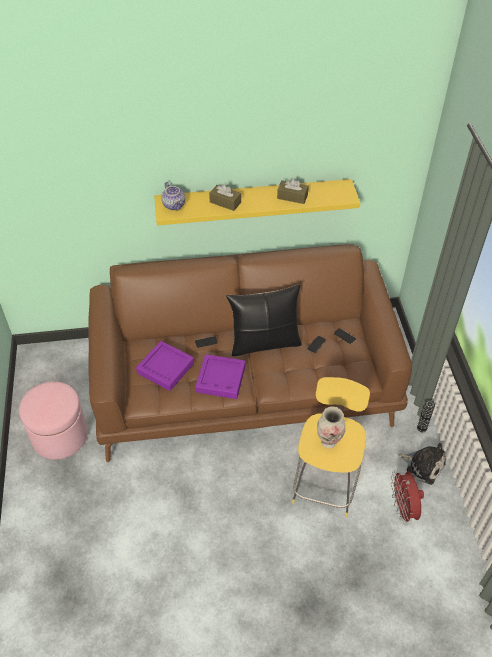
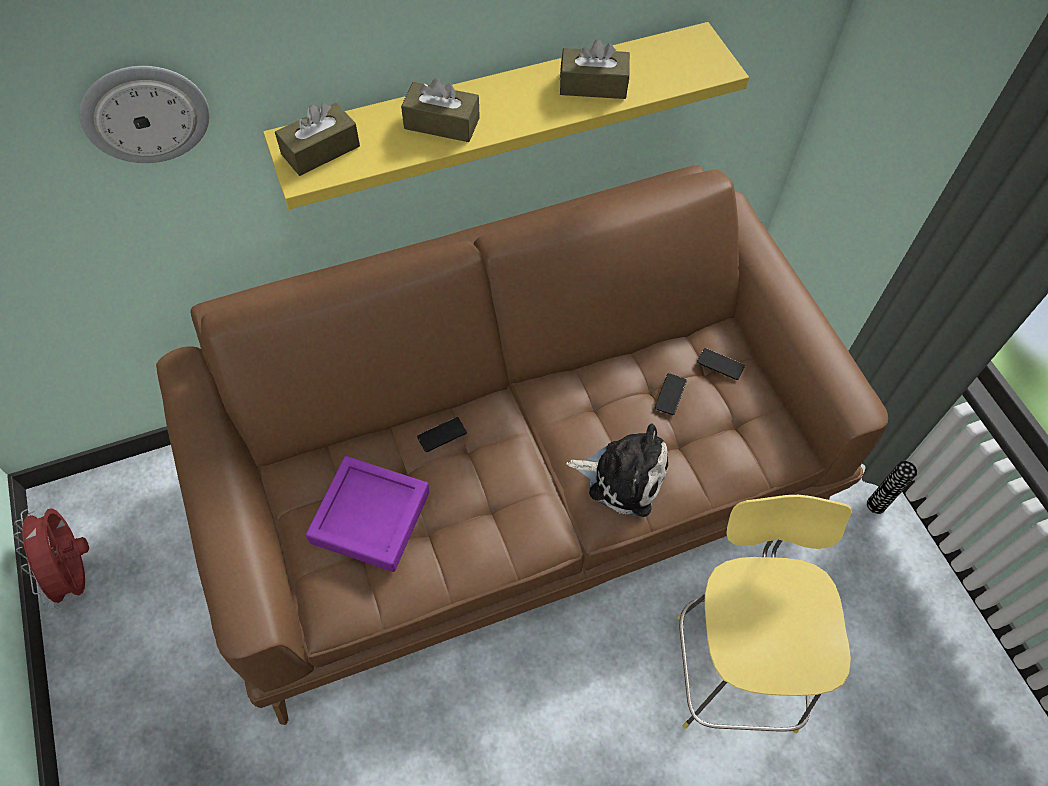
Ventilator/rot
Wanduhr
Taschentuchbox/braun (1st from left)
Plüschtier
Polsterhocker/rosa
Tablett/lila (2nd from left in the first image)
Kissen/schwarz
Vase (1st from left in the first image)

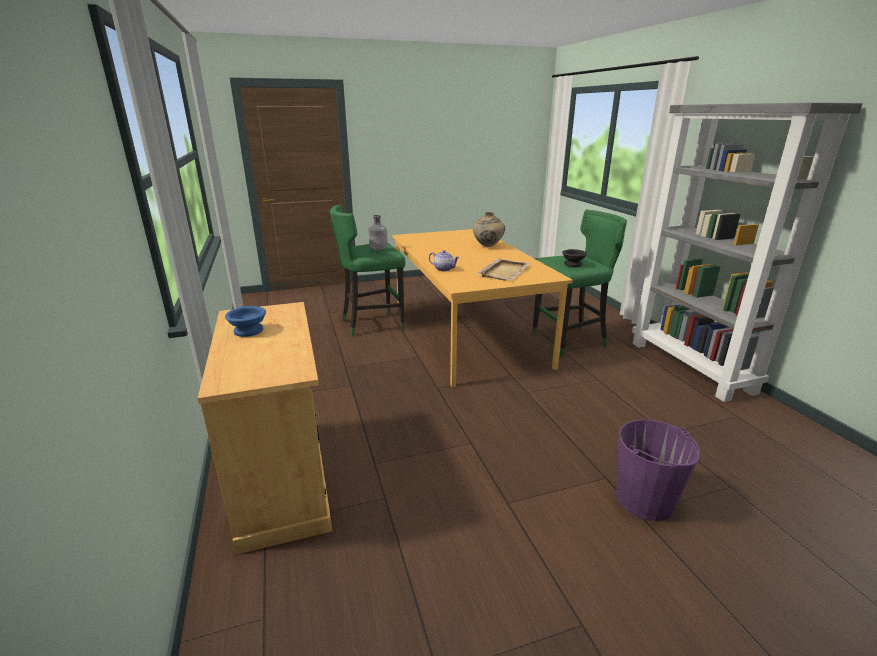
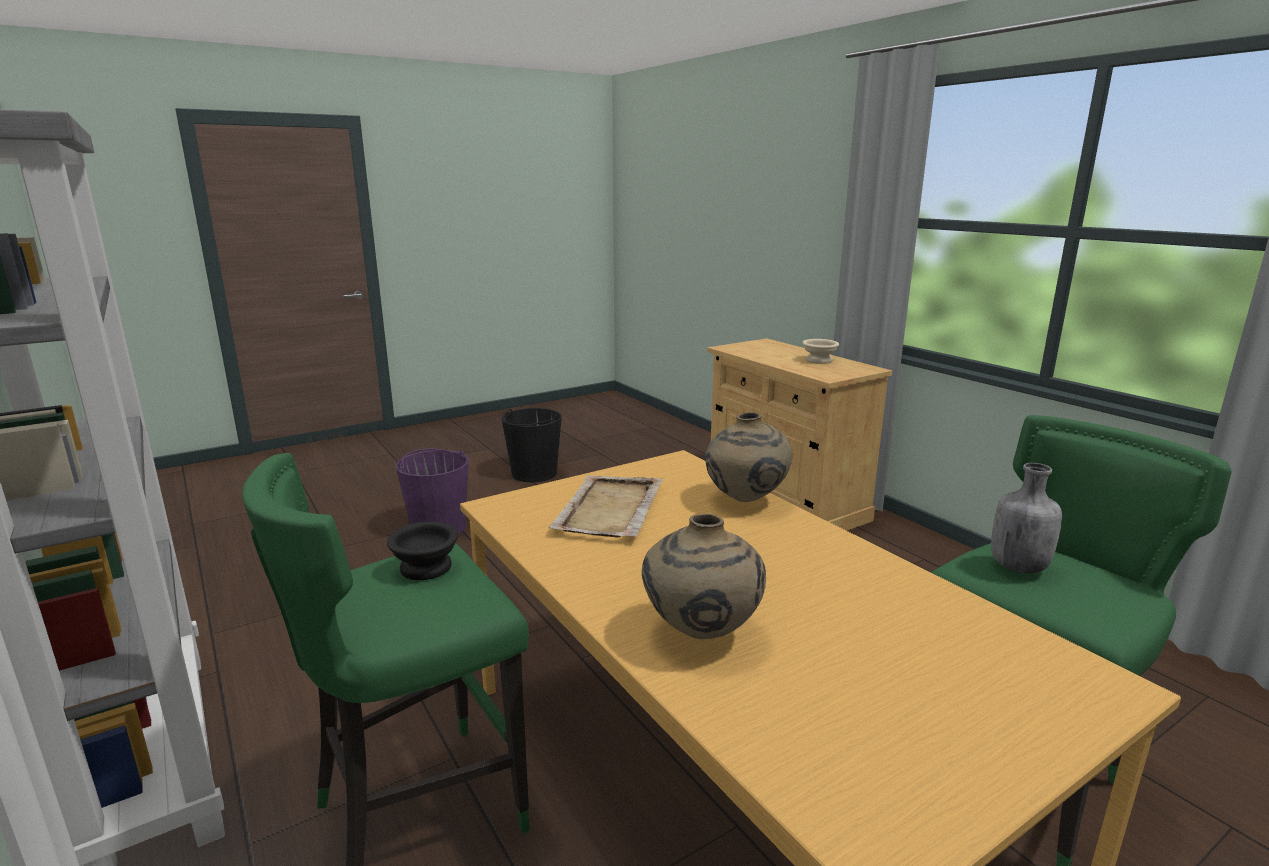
Eimer/schwarz
Vase/beige (2nd from left)
Schüssel/beige

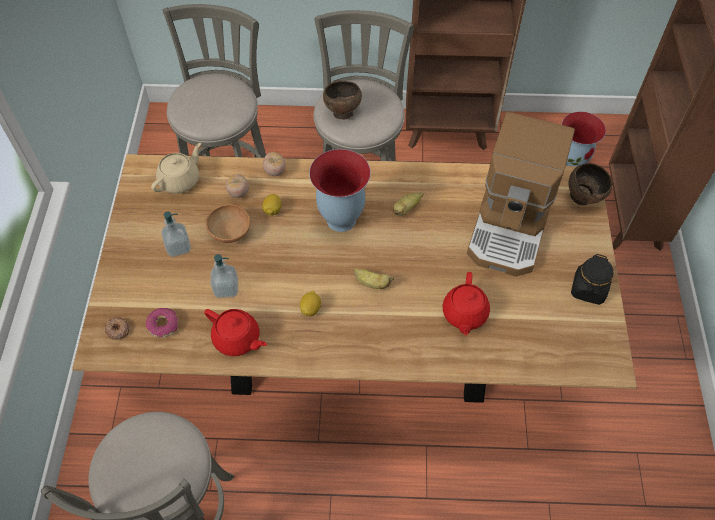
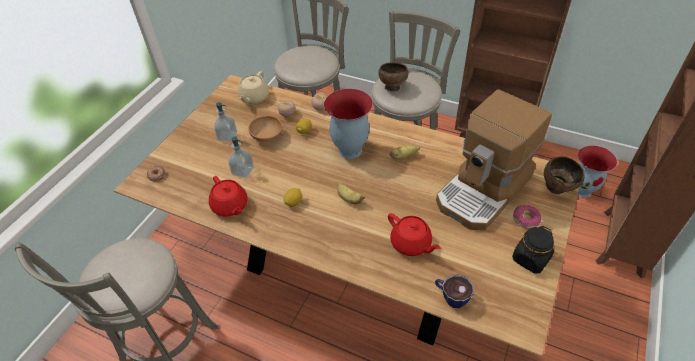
Teekanne/beige
Teekanne/rot (2nd from left)
Tasse
Donut (2nd from left)

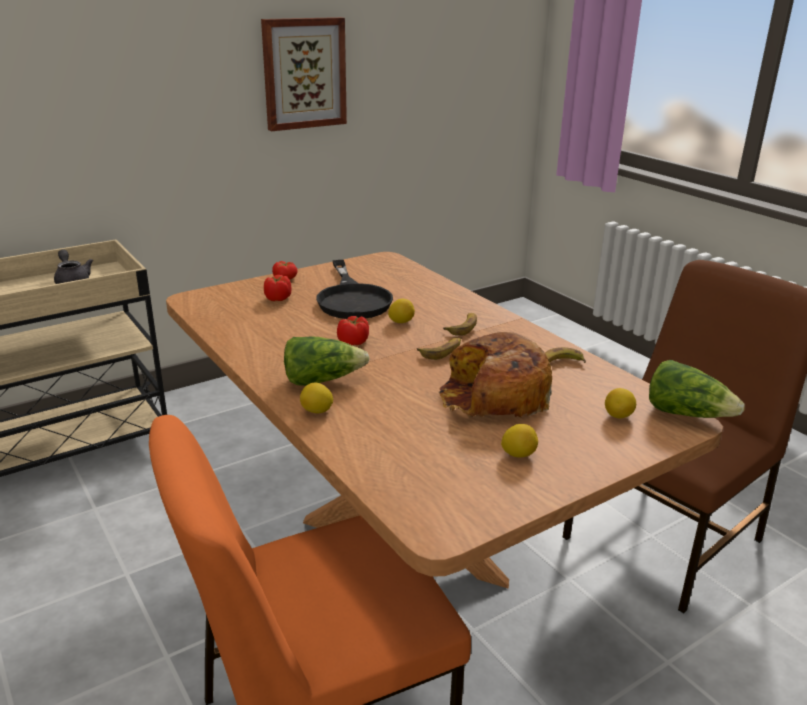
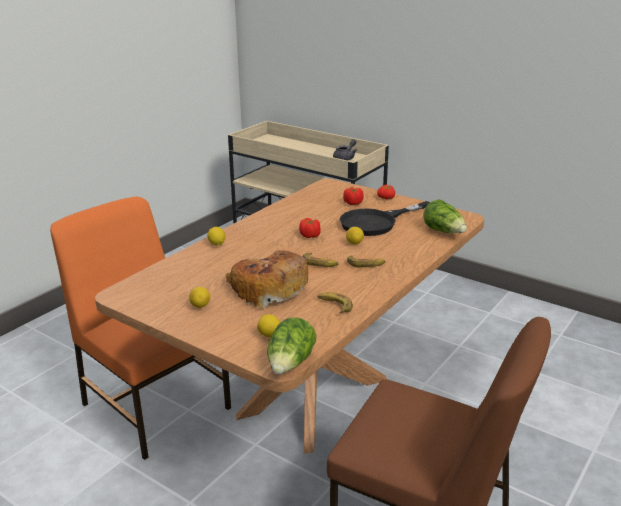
Salatkopf (2nd from left)
Bild

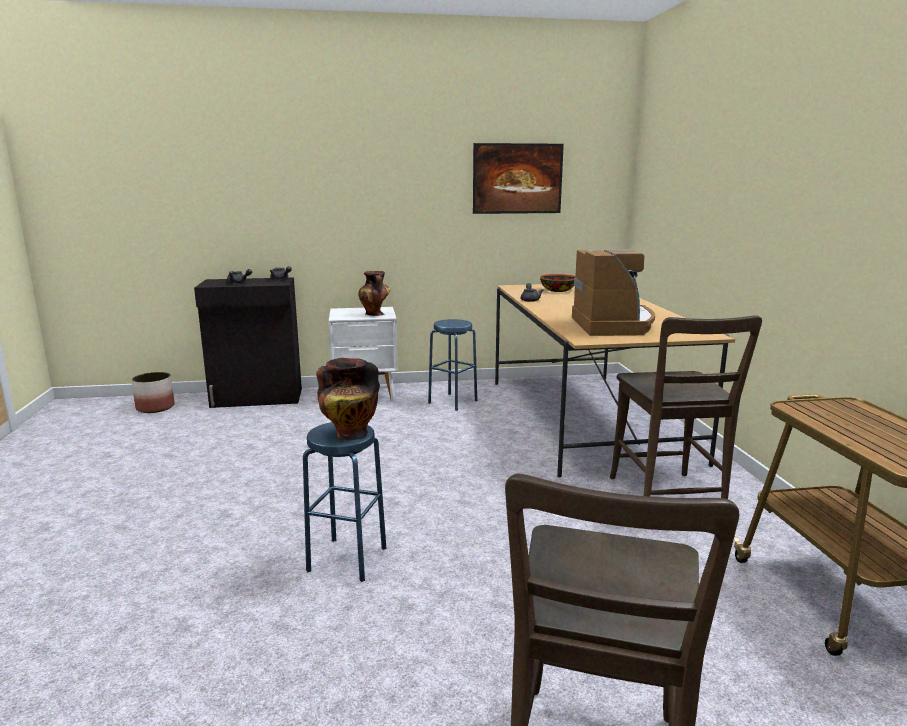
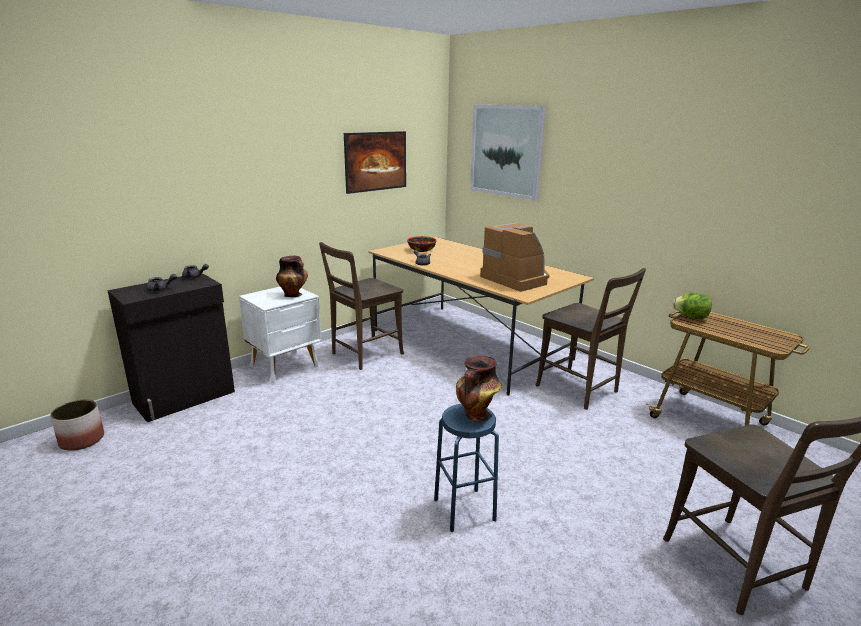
Stuhl/braun (1st from left)
Bild (2nd from left)
Salatkopf

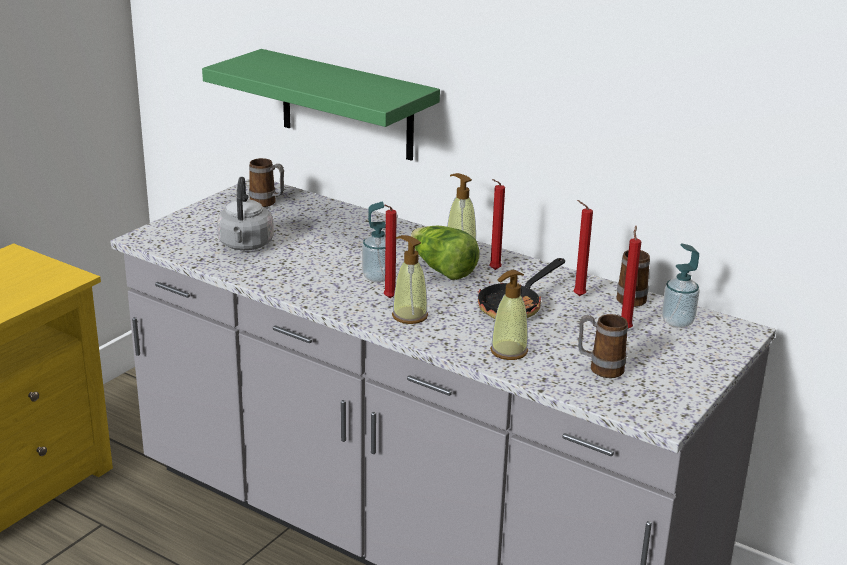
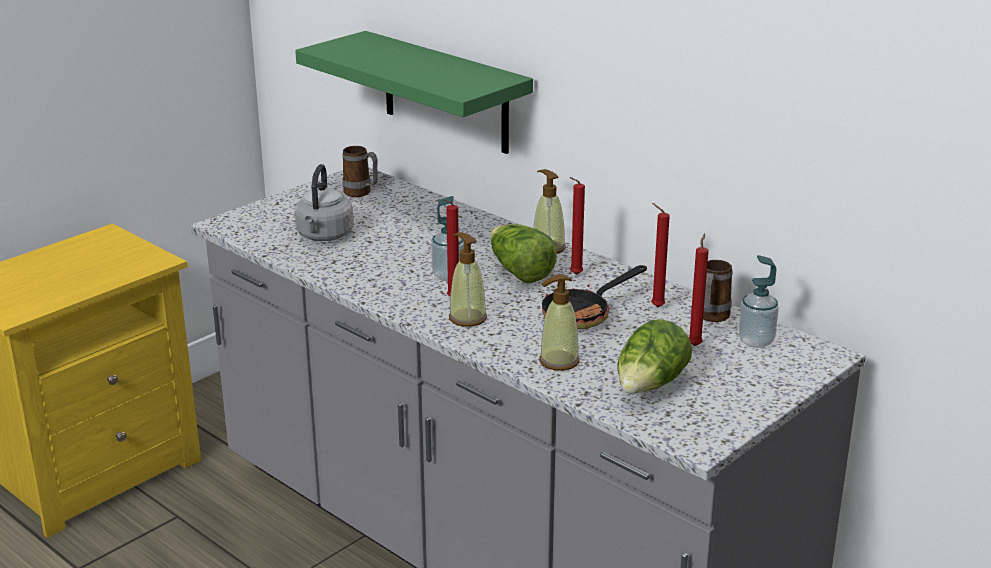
Salatkopf (2nd from left)

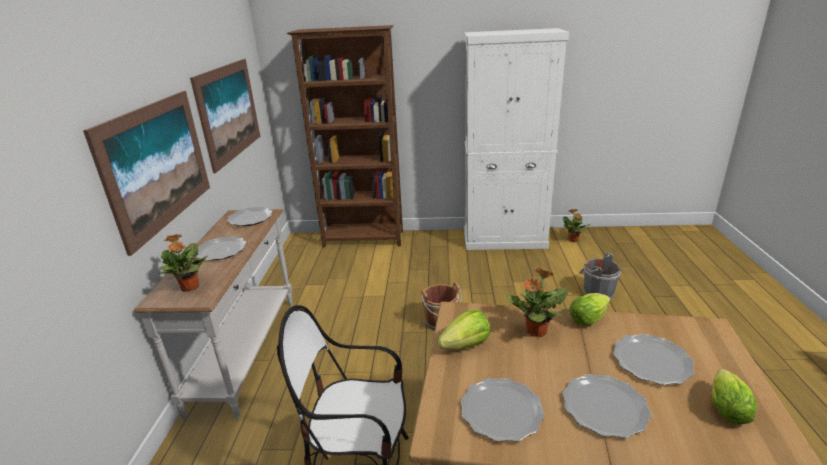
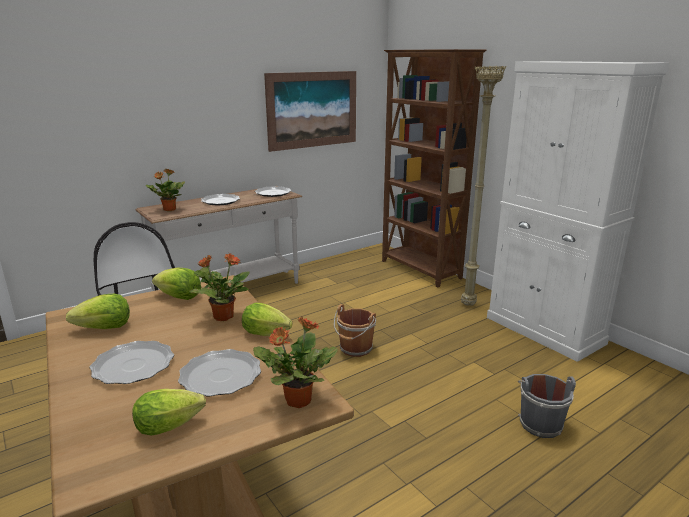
Salatkopf (1st from left)
Topfpflanze (3rd from left)
Stehlampe/beige
Bild (1st from left in the first image)

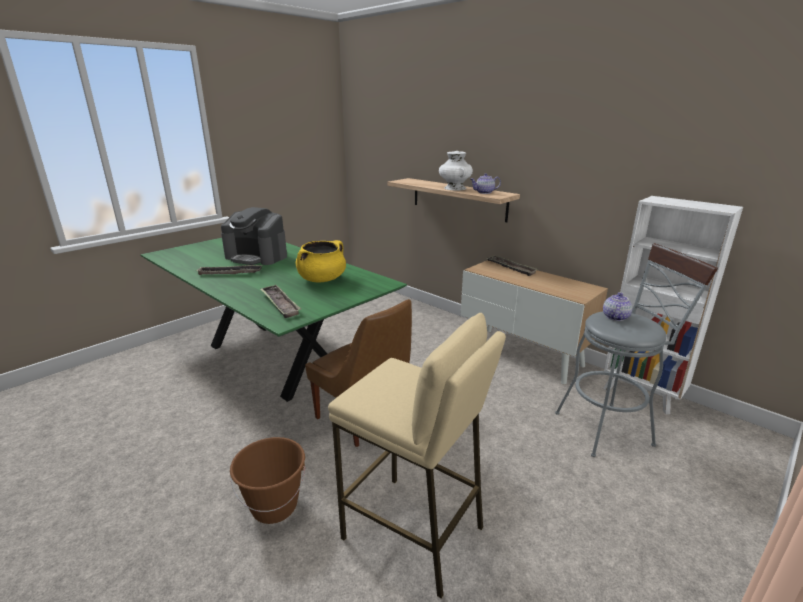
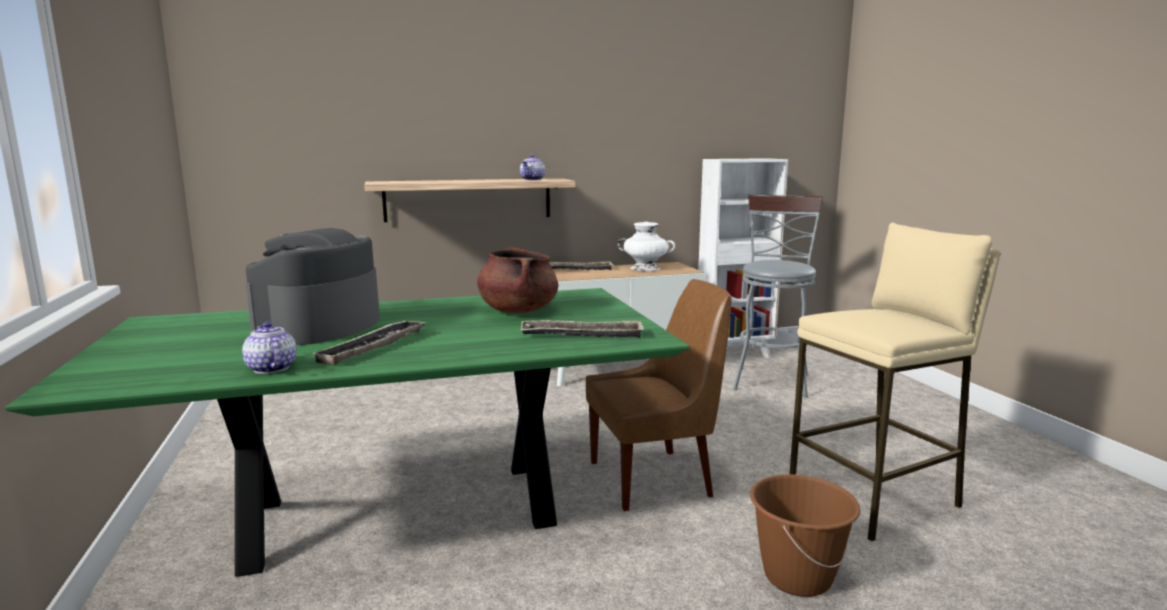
Teekanne (1st from left)
Kaffeemaschine
Kochtopf/braun
Vase/weiß

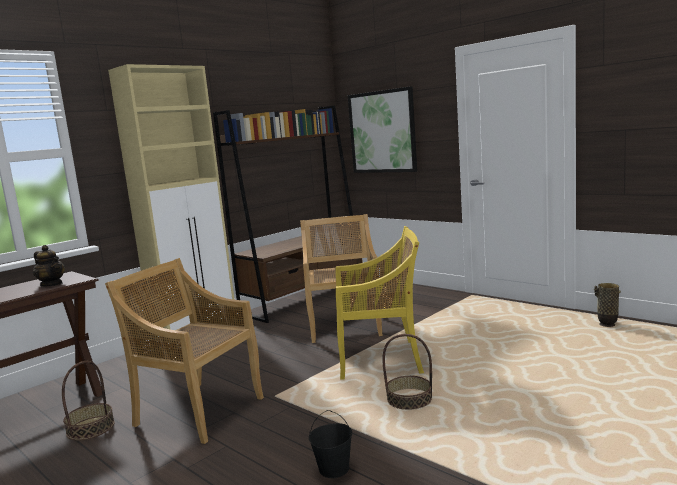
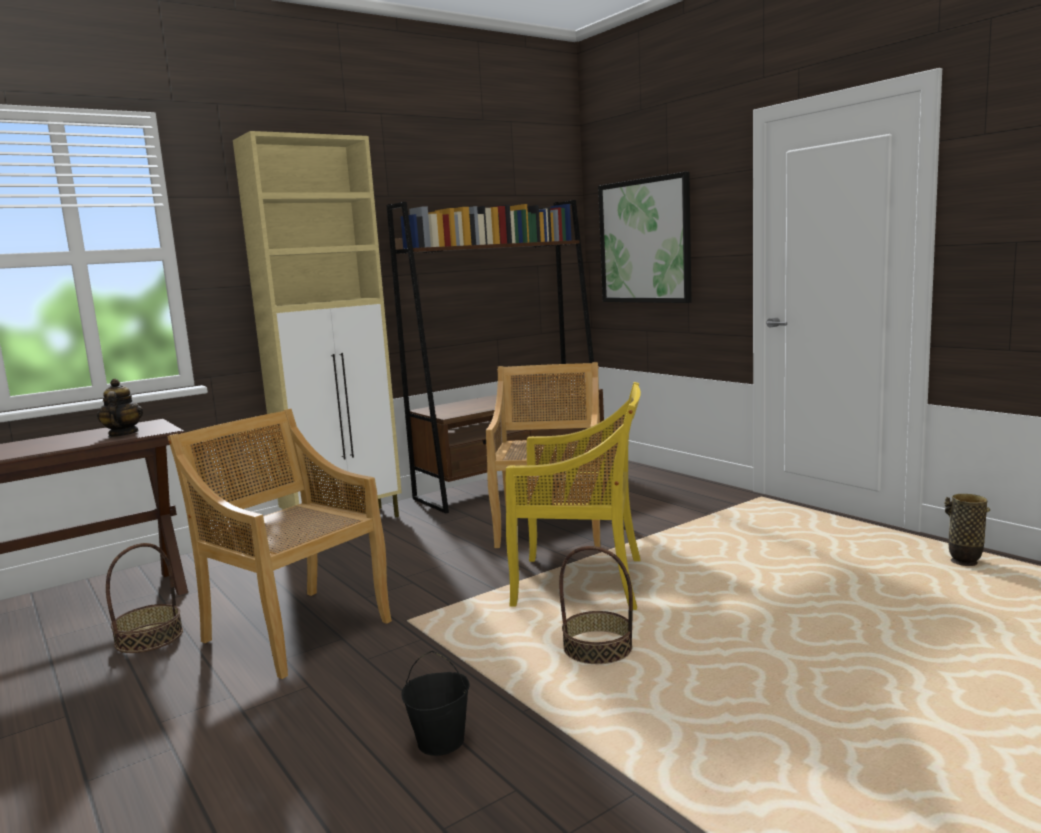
Teekanne

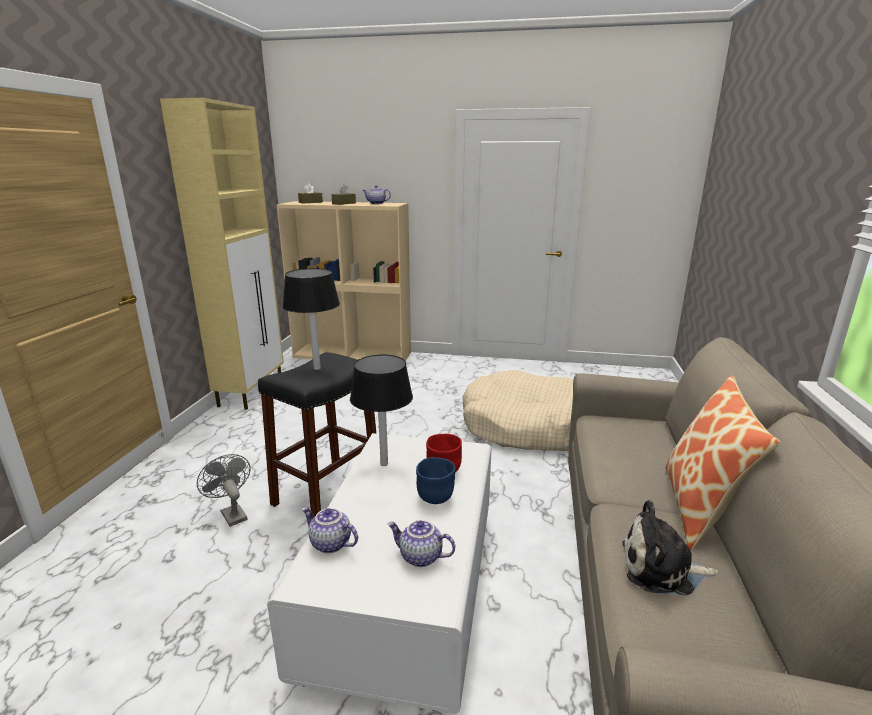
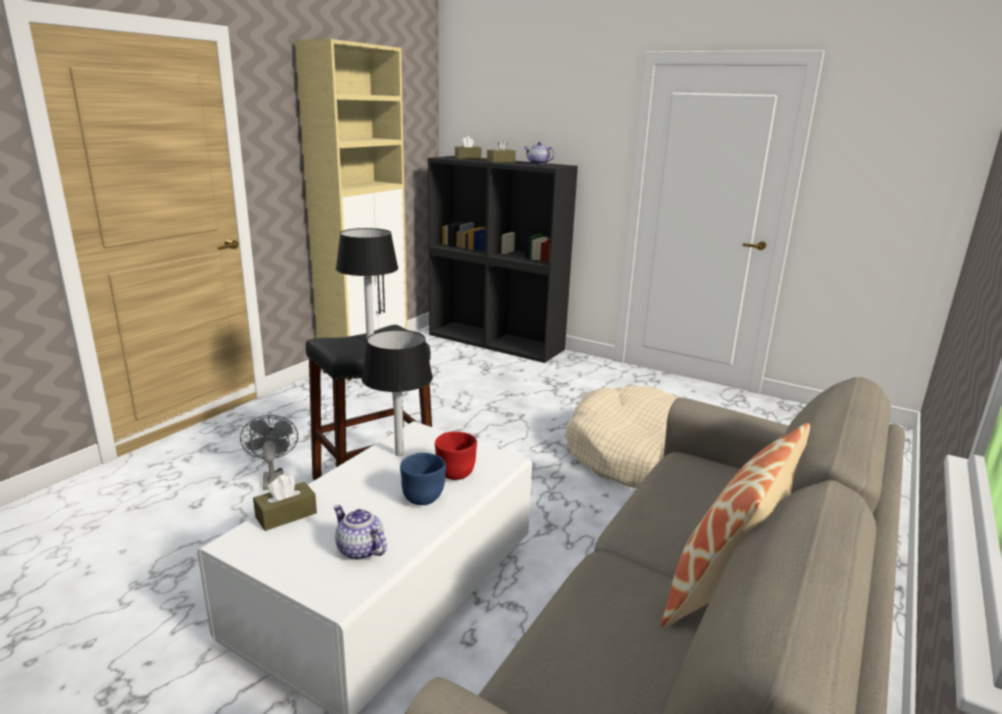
Taschentuchbox/braun (1st from left)
Bücherregal/schwarz
Plüschtier

